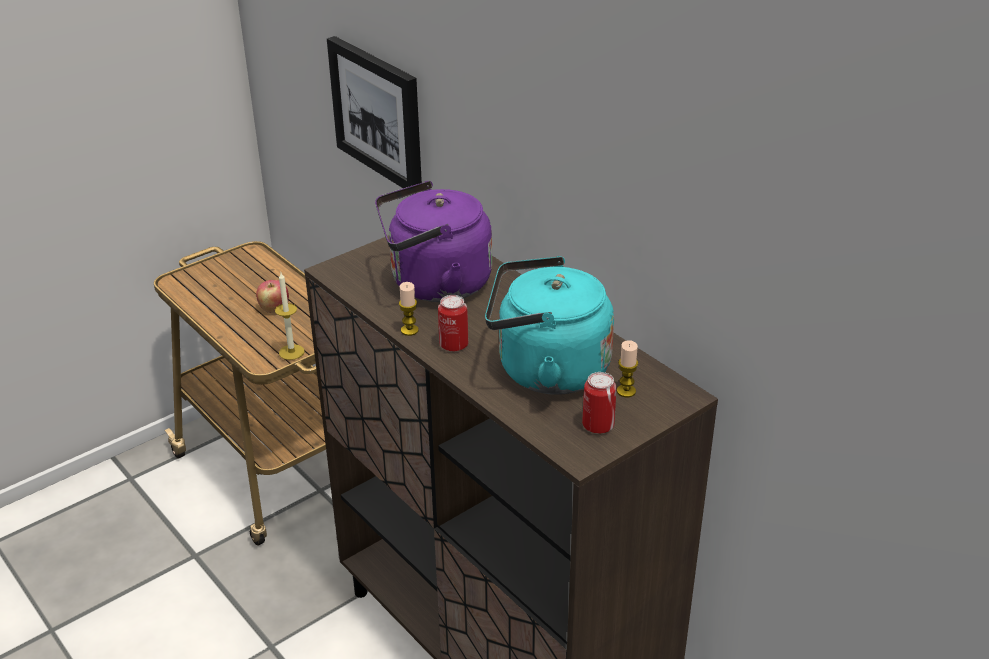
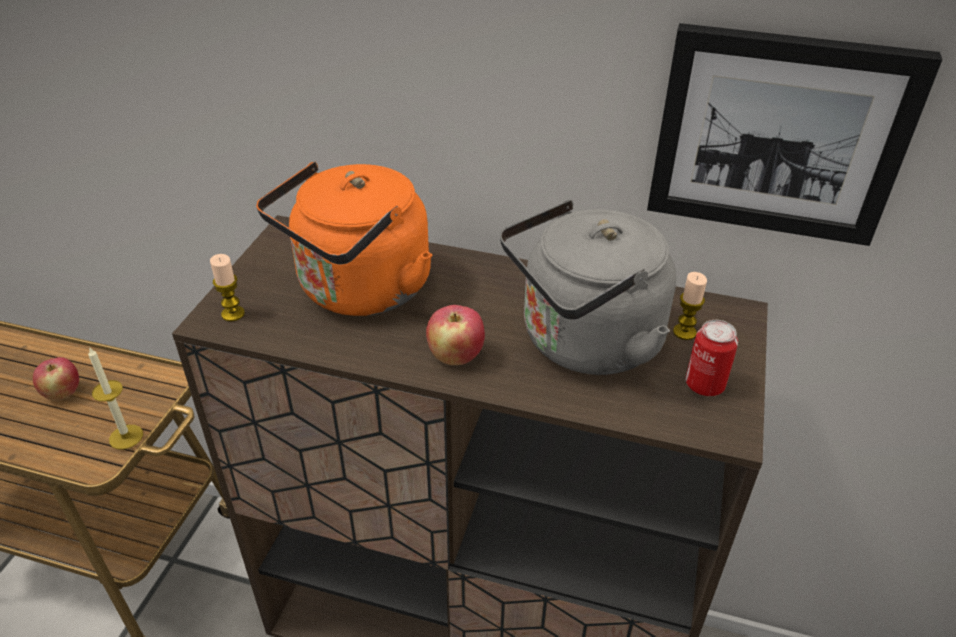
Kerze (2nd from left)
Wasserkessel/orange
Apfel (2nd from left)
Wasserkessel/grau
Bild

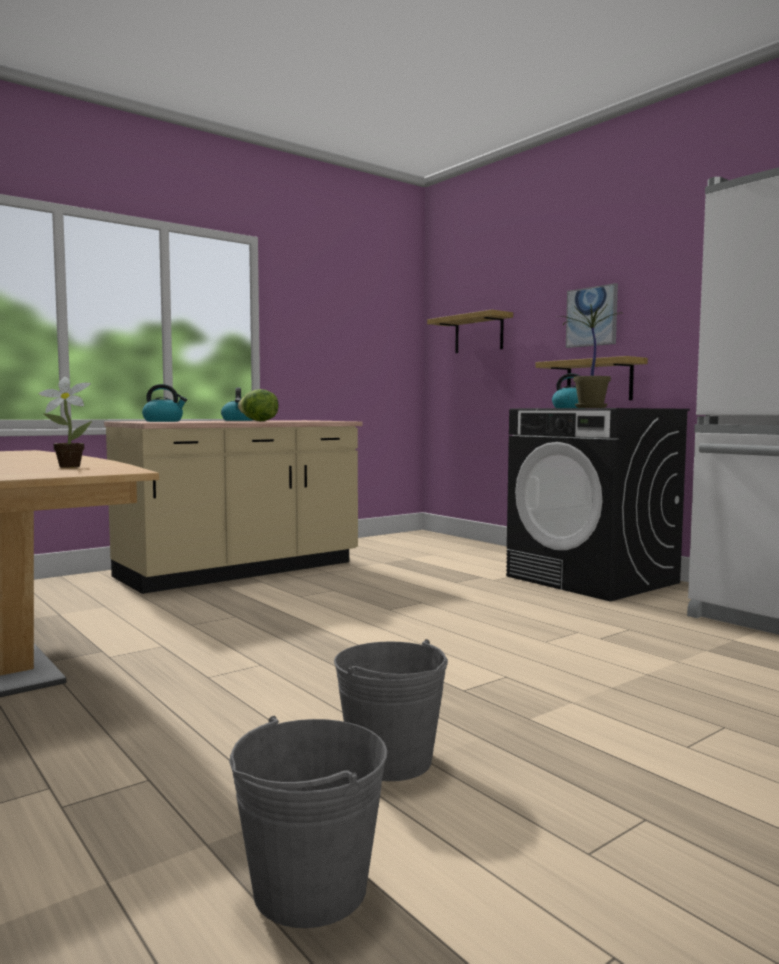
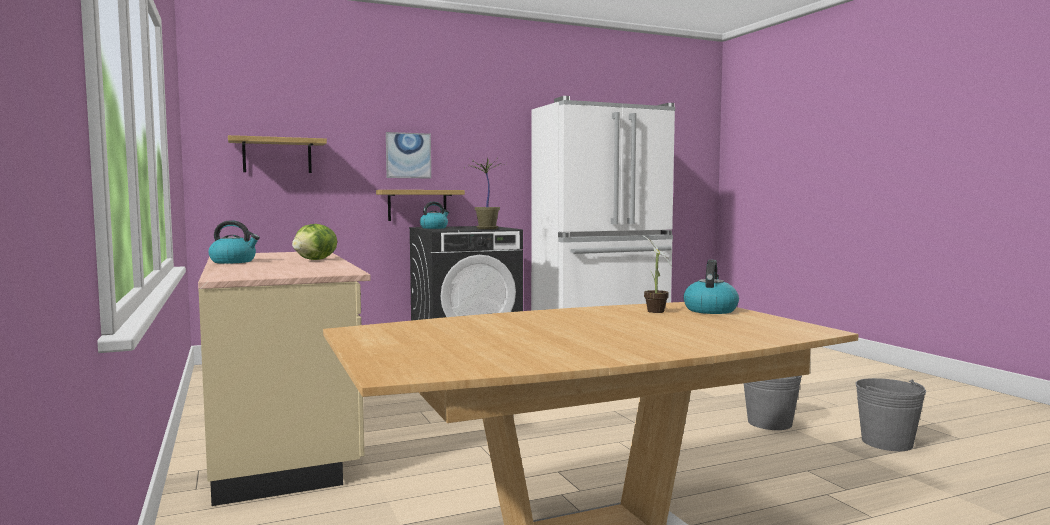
Wasserkessel (3rd from left)

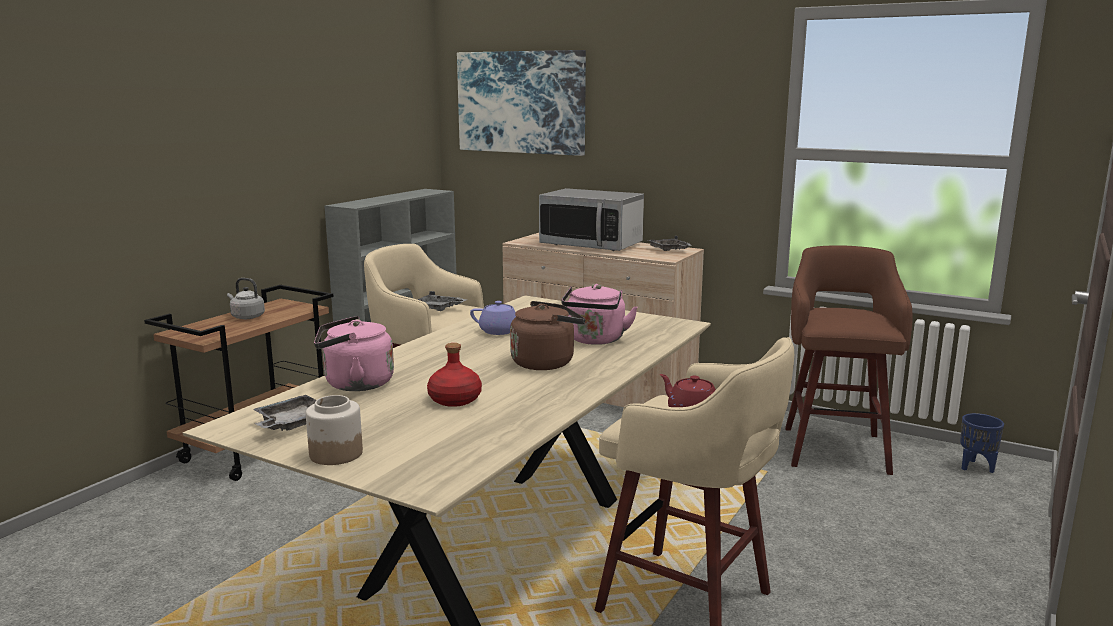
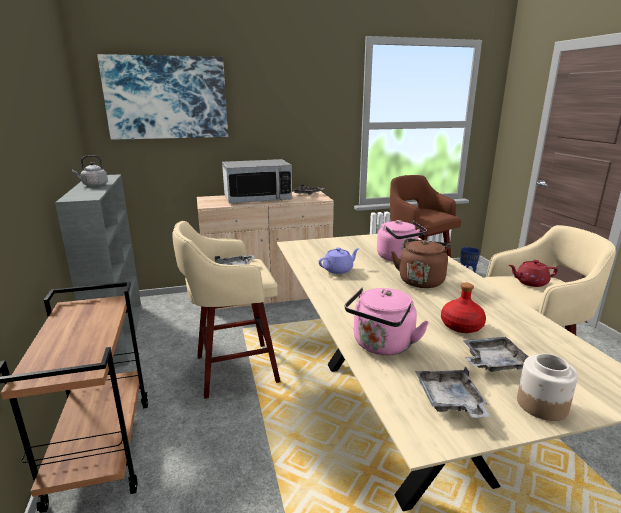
Wasserkessel/grau
Tablett/grau (4th from left)

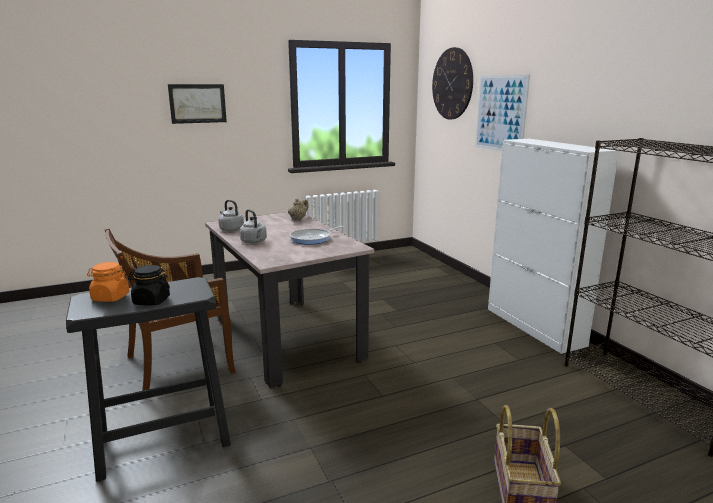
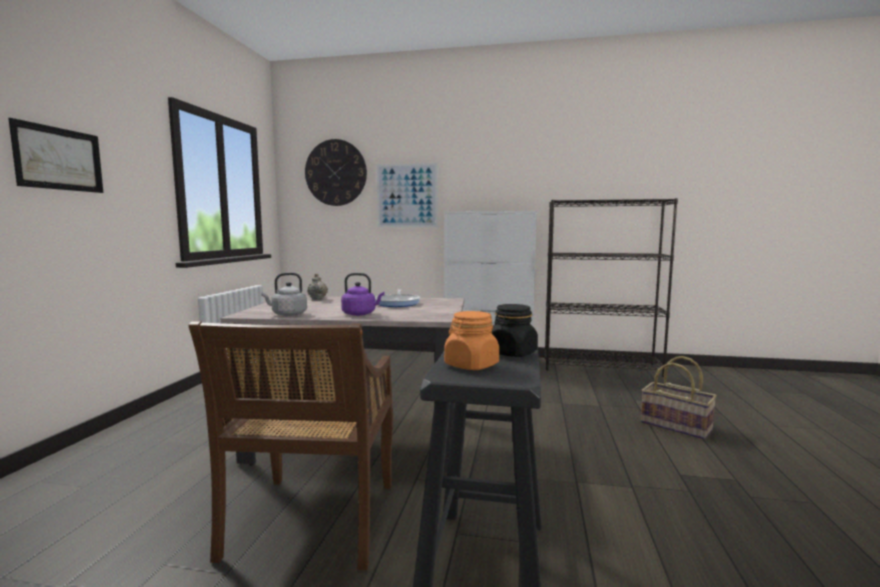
Wasserkessel/lila

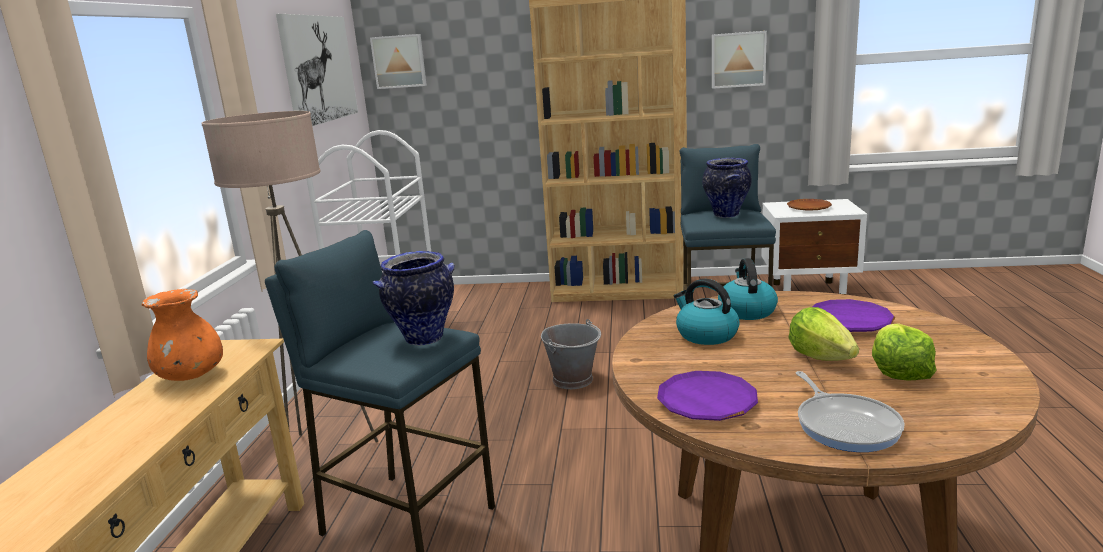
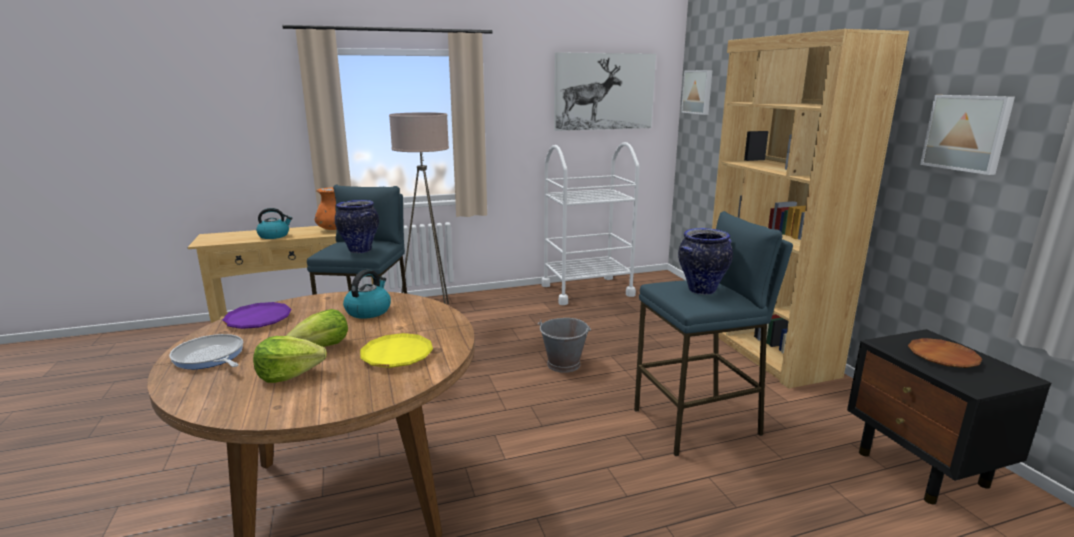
Pfanne
Wasserkessel (1st from left)
Teller/gelb
Nachttisch/schwarz

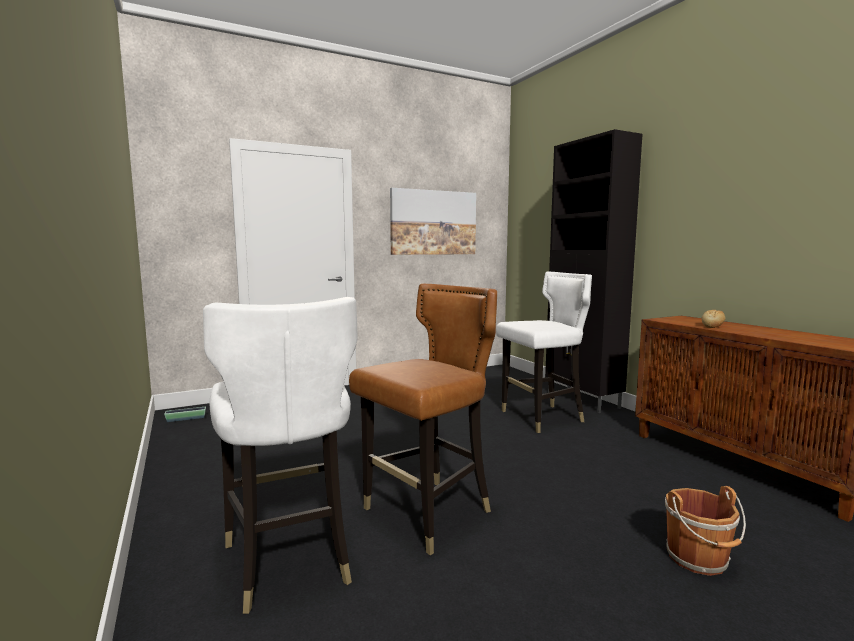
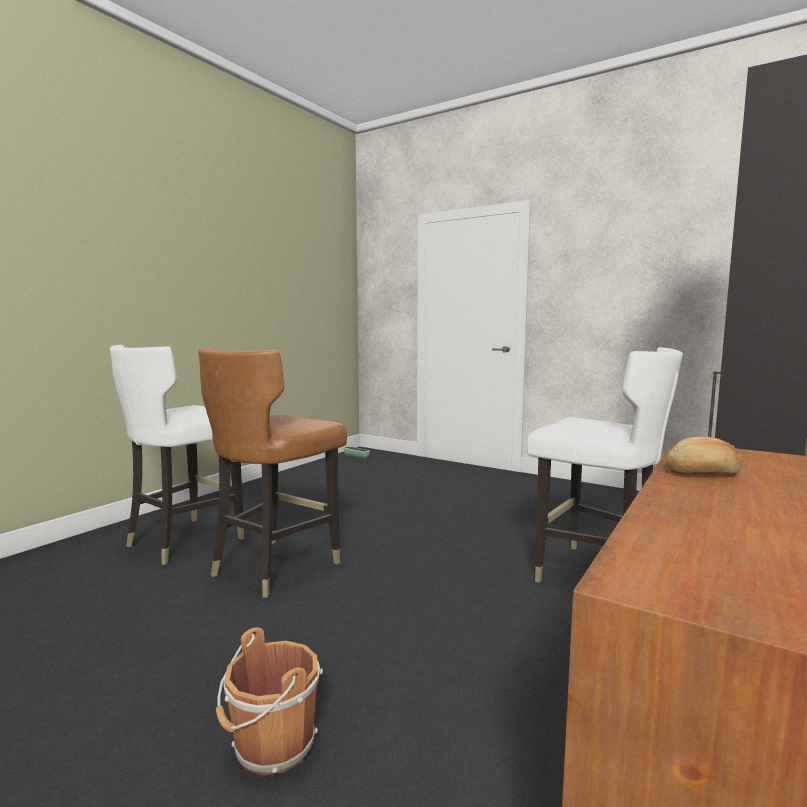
Stuhl/braun
Bild

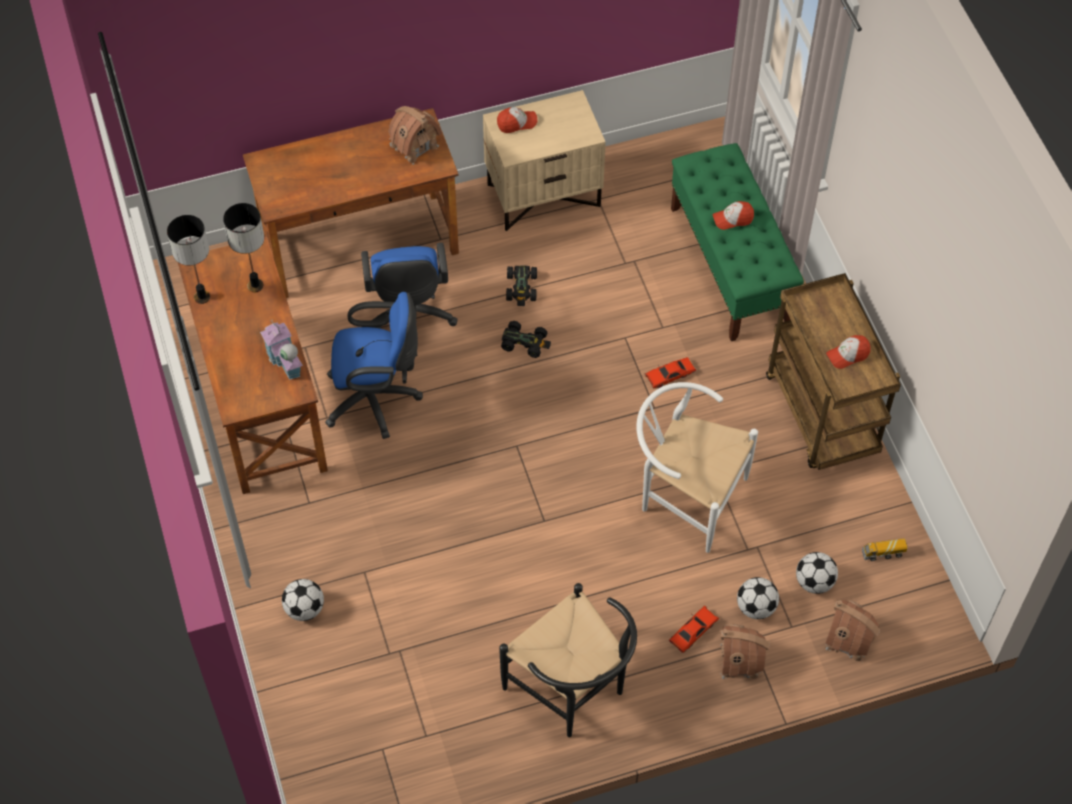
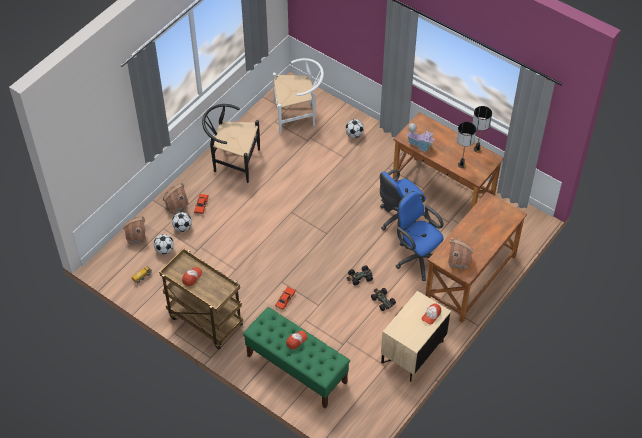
Stuhl/weiß

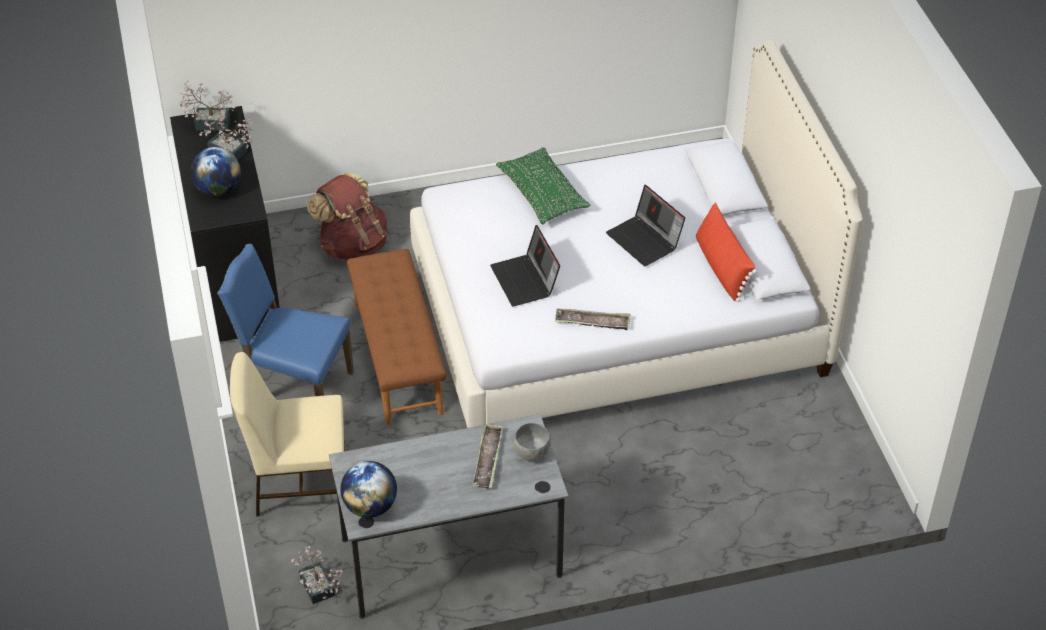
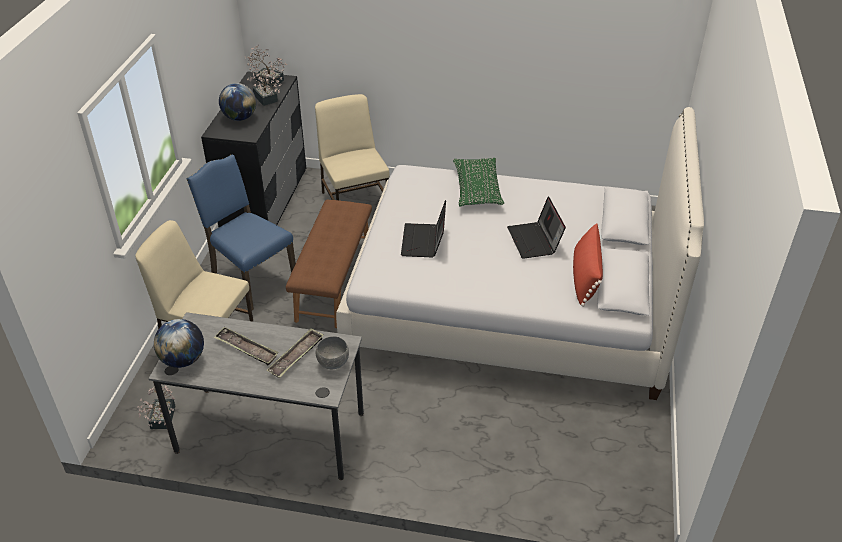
Tablett (1st from left)
Stuhl/beige (2nd from left)

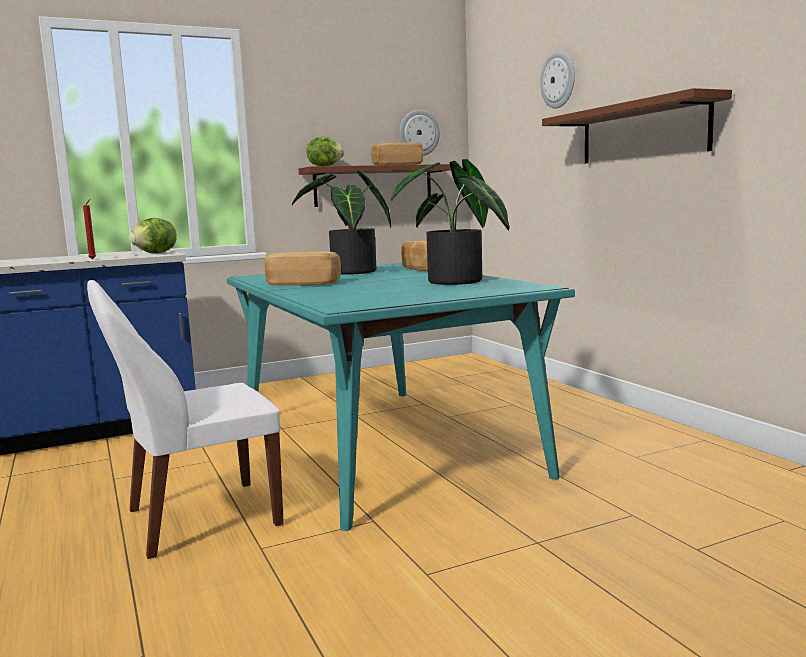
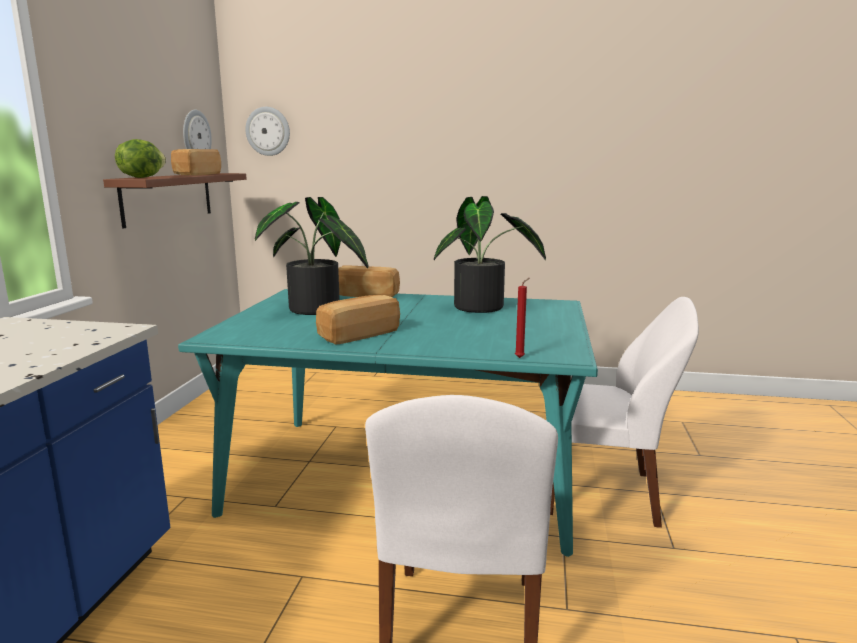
Wanduhr (2nd from left)
Kerze/rot
Stuhl/weiß (2nd from left)
Salatkopf (1st from left in the first image)
Wandregal/braun (2nd from left in the first image)

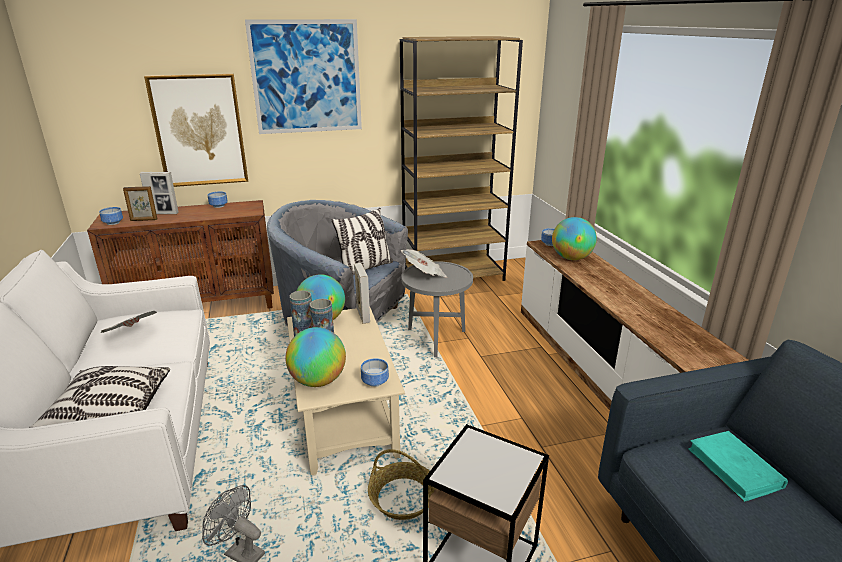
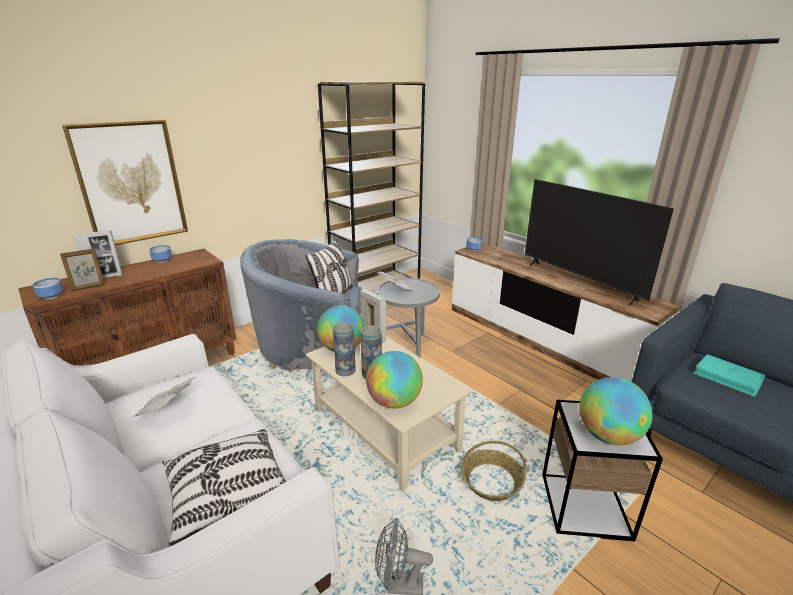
Fernseher
Globus (3rd from left)
Bild (2nd from left in the first image)
Schüssel (3rd from left in the first image)

